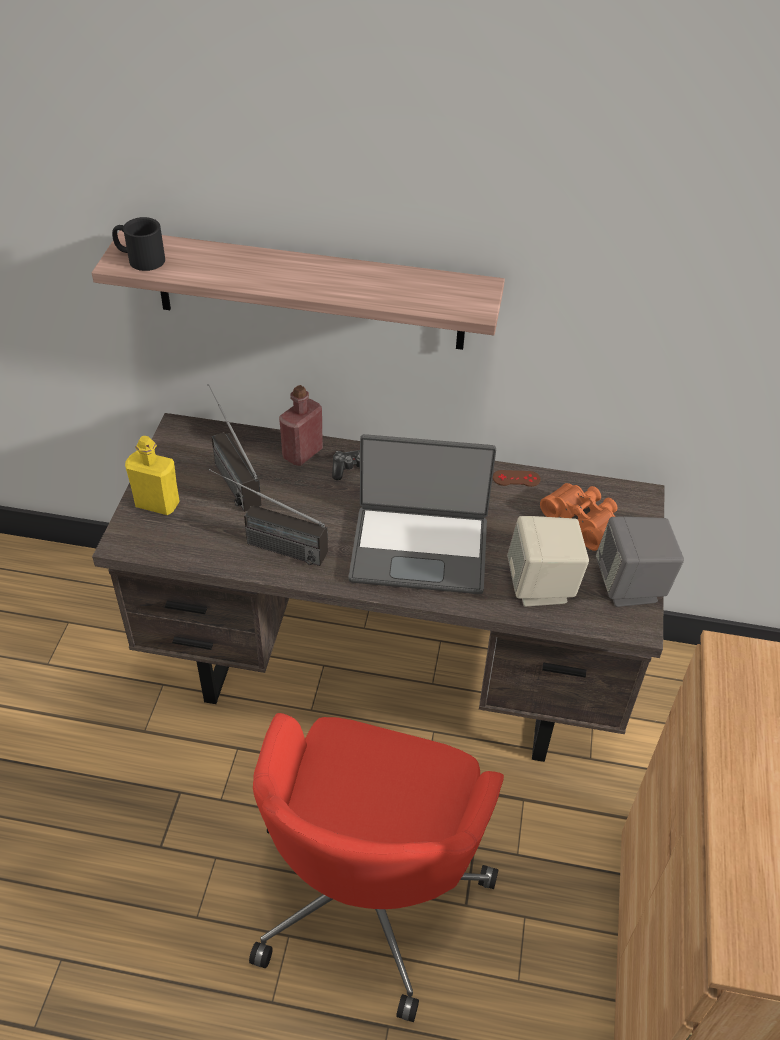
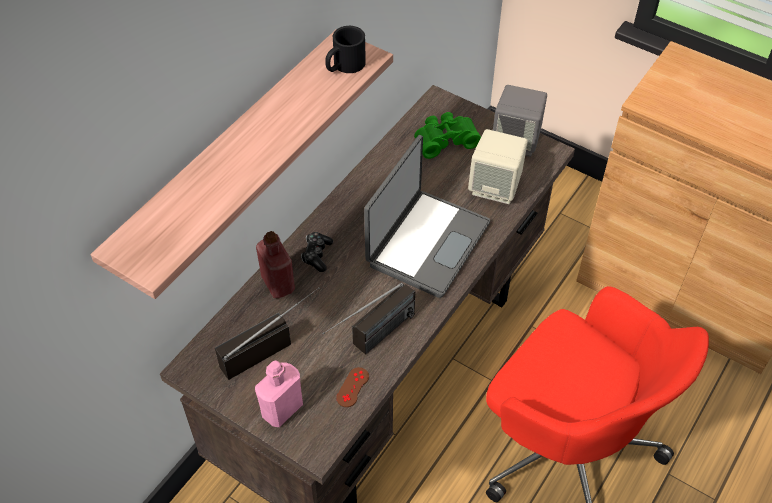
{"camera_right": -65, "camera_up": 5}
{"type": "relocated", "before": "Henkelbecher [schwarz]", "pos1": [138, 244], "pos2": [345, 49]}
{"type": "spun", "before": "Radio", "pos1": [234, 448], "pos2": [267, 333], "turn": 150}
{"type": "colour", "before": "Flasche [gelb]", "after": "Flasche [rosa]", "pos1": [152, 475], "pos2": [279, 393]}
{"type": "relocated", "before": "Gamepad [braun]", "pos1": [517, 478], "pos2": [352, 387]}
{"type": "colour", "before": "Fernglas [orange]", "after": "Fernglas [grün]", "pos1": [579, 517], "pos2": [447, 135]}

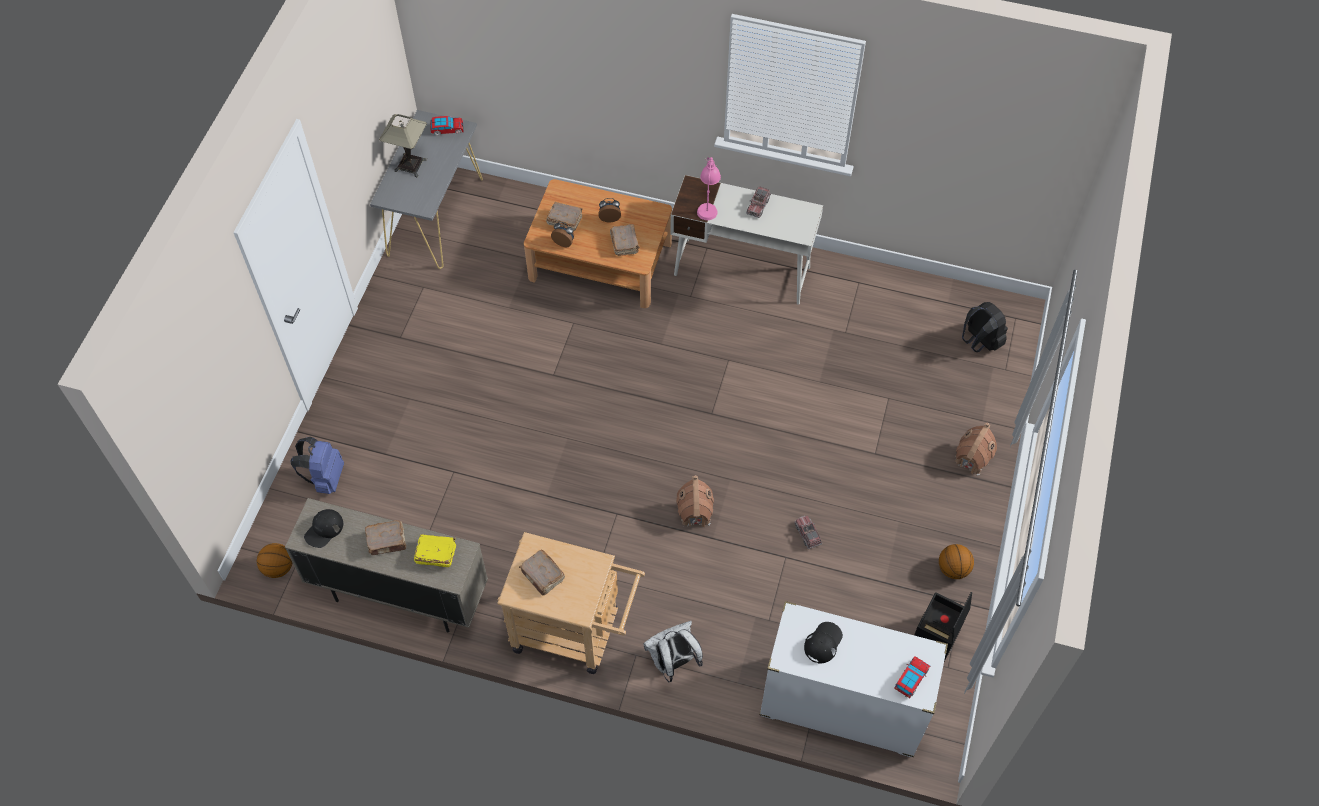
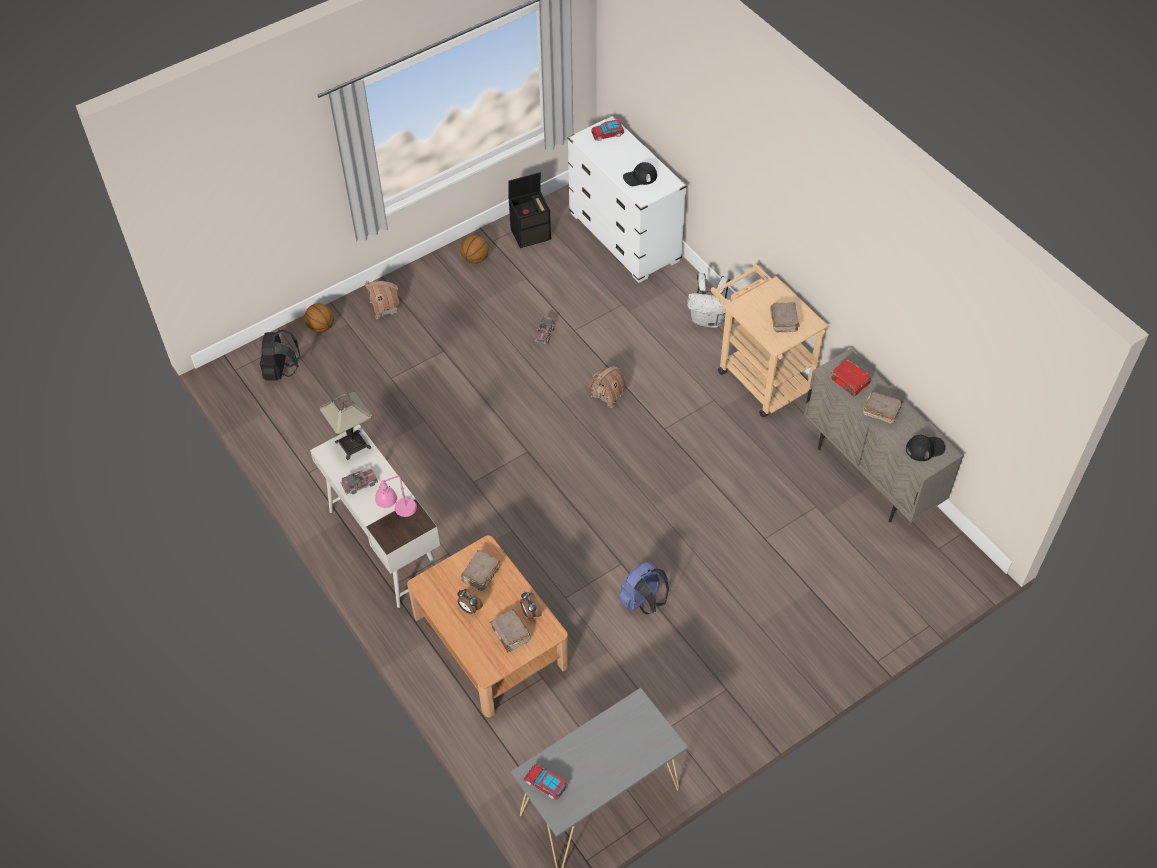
{"camera_right": -140, "camera_up": -5}
{"type": "relocated", "before": "Tischlampe", "pos1": [403, 145], "pos2": [345, 425]}
{"type": "relocated", "before": "Rucksack [blau]", "pos1": [317, 465], "pos2": [644, 587]}
{"type": "colour", "before": "Buch [gelb]", "after": "Buch [rot]", "pos1": [435, 550], "pos2": [851, 378]}
{"type": "relocated", "before": "Basketball", "pos1": [275, 560], "pos2": [319, 318]}

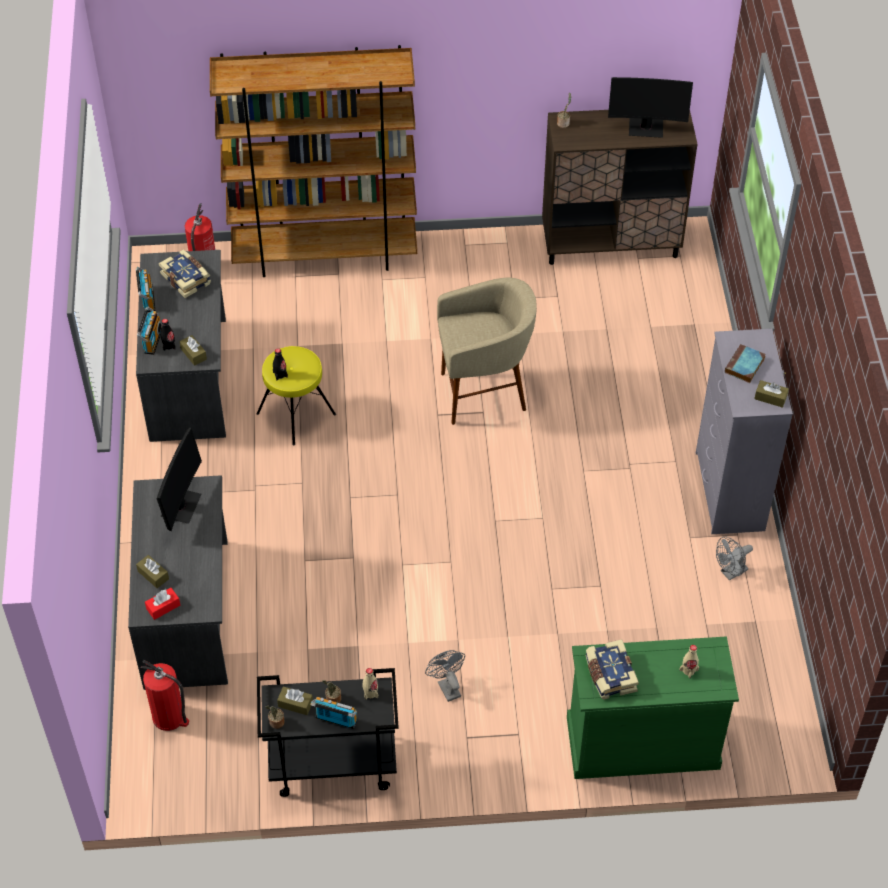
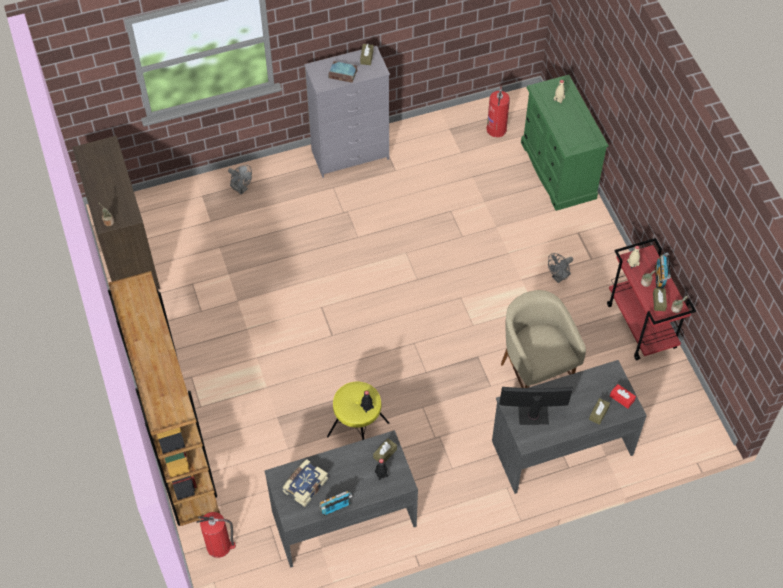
{"camera_right": -105, "camera_up": 5}
{"type": "missing", "before": "Monitor", "pos1": [650, 107]}
{"type": "relocated", "before": "Hocker [beige]", "pos1": [487, 351], "pos2": [543, 339]}
{"type": "missing", "before": "Radio", "pos1": [149, 331]}
{"type": "relocated", "before": "Ventilator [grau]", "pos1": [734, 558], "pos2": [240, 179]}
{"type": "missing", "before": "Buch", "pos1": [612, 669]}
{"type": "relocated", "before": "Feuerlöscher", "pos1": [165, 695], "pos2": [498, 111]}
{"type": "colour", "before": "Rollwagen [schwarz]", "after": "Rollwagen [rot]", "pos1": [328, 732], "pos2": [651, 299]}

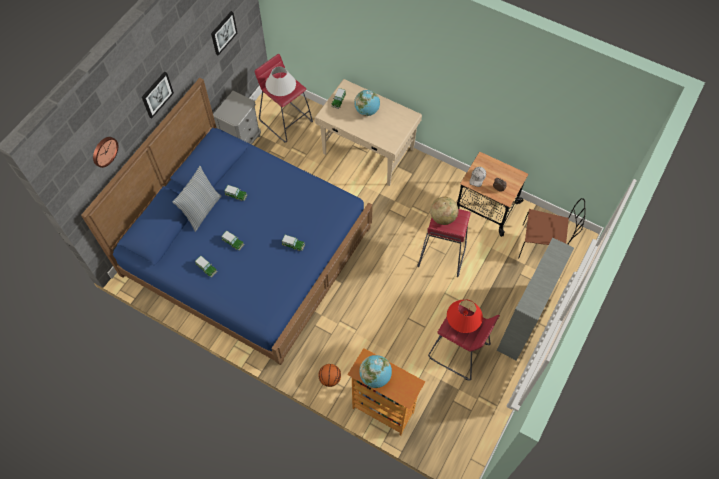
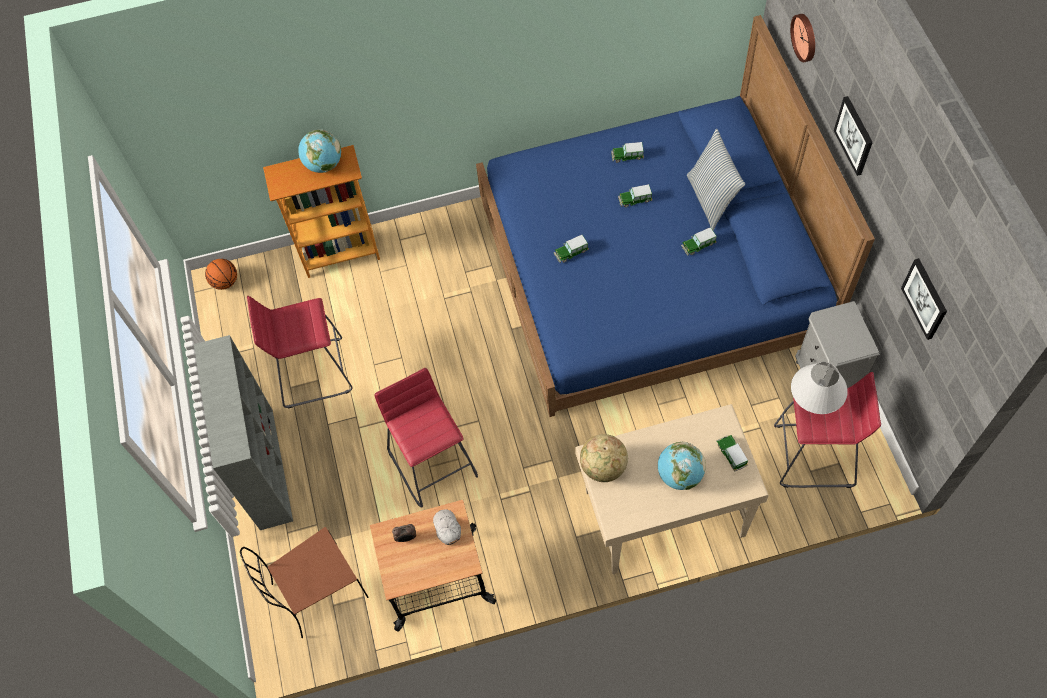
{"camera_right": 140, "camera_up": 0}
{"type": "relocated", "before": "Globus", "pos1": [444, 211], "pos2": [604, 458]}
{"type": "missing", "before": "Tischlampe [rot]", "pos1": [465, 316]}
{"type": "relocated", "before": "Basketball", "pos1": [329, 375], "pos2": [221, 274]}

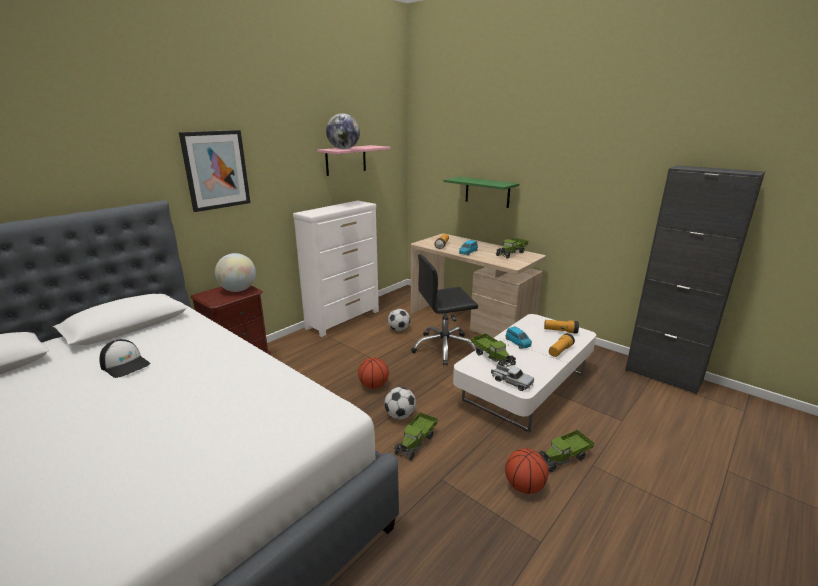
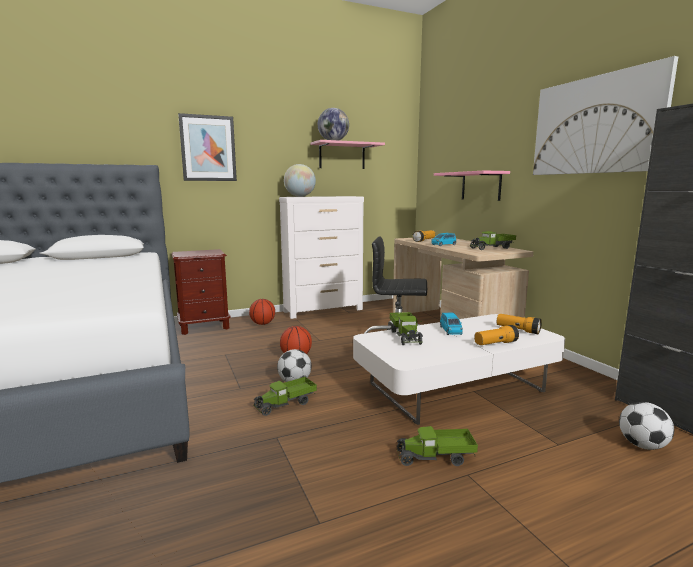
{"camera_right": 25, "camera_up": -10}
{"type": "colour", "before": "Wandregal [grün]", "after": "Wandregal [rosa]", "pos1": [481, 192], "pos2": [472, 186]}
{"type": "relocated", "before": "Globus", "pos1": [235, 272], "pos2": [300, 180]}
{"type": "relocated", "before": "Fußball", "pos1": [399, 320], "pos2": [646, 426]}
{"type": "missing", "before": "Kappe", "pos1": [124, 358]}
{"type": "missing", "before": "Spielzeuglaster", "pos1": [512, 377]}
{"type": "relocated", "before": "Basketball", "pos1": [526, 471], "pos2": [262, 312]}
{"type": "appeared", "after": "Bild", "pos2": [605, 115]}

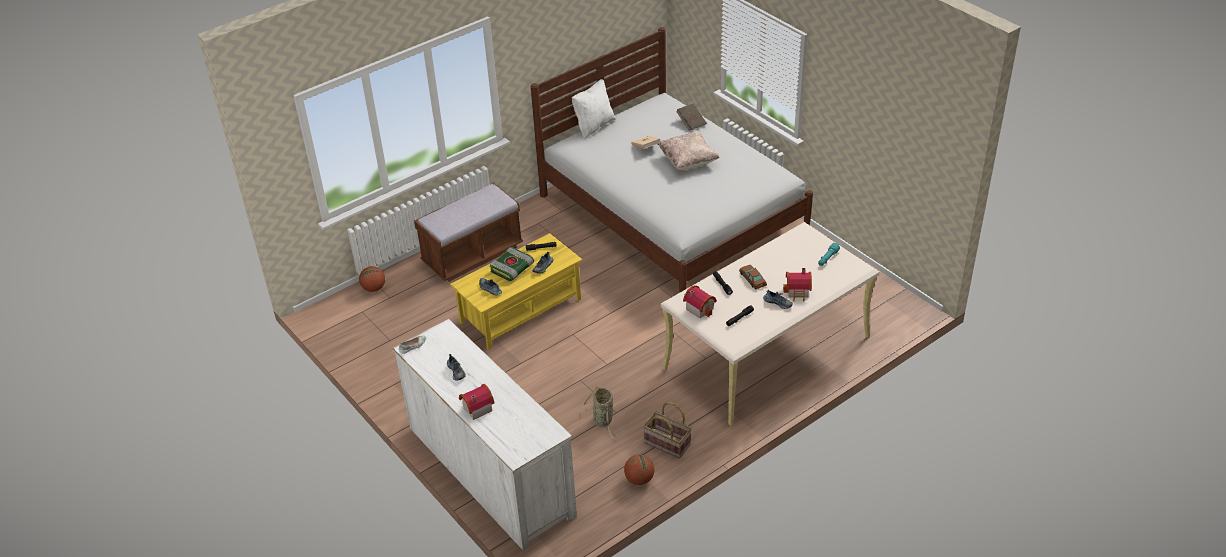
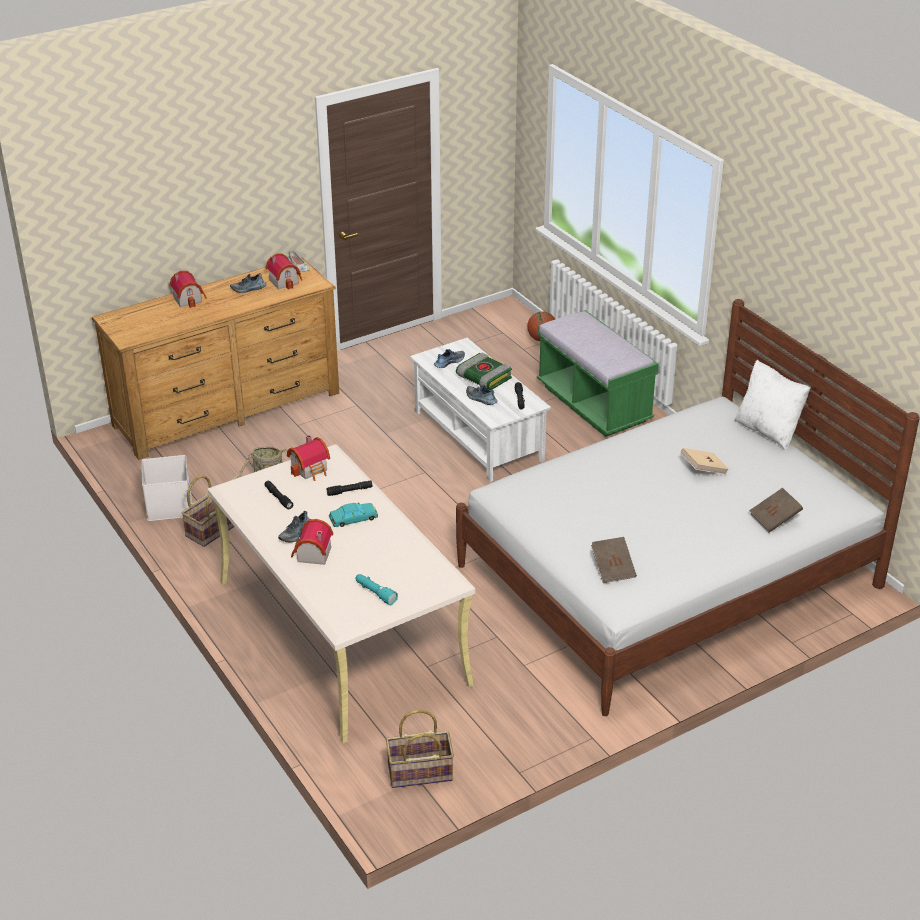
{"camera_right": 95, "camera_up": -5}
{"type": "missing", "before": "Kissen [beige]", "pos1": [688, 150]}
{"type": "colour", "before": "Bank [braun]", "after": "Bank [grün]", "pos1": [468, 232], "pos2": [597, 373]}
{"type": "colour", "before": "Couchtisch [gelb]", "after": "Couchtisch [weiß]", "pos1": [516, 291], "pos2": [480, 410]}
{"type": "colour", "before": "Spielzeugauto [braun]", "after": "Spielzeugauto [türkis]", "pos1": [753, 277], "pos2": [353, 514]}
{"type": "colour", "before": "Kommode [weiß]", "after": "Kommode [braun]", "pos1": [484, 434], "pos2": [215, 358]}
{"type": "exchanged", "before": "Basketball", "after": "Aufbewahrungsbox [weiß]", "pos1": [639, 469], "pos2": [167, 488]}
{"type": "appeared", "after": "Spielzeughaus", "pos2": [284, 272]}
{"type": "appeared", "after": "Buch [braun]", "pos2": [614, 560]}
{"type": "appeared", "after": "Korb", "pos2": [420, 748]}

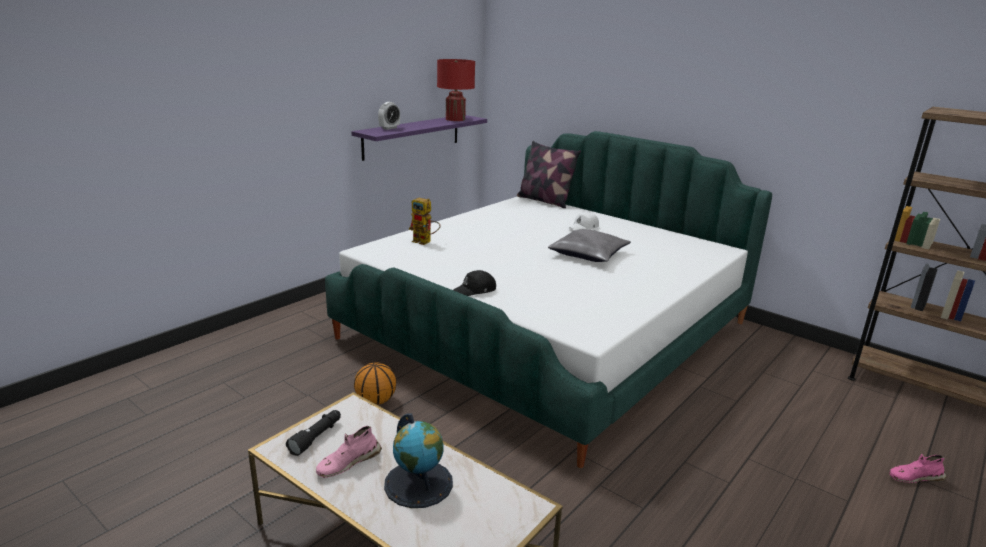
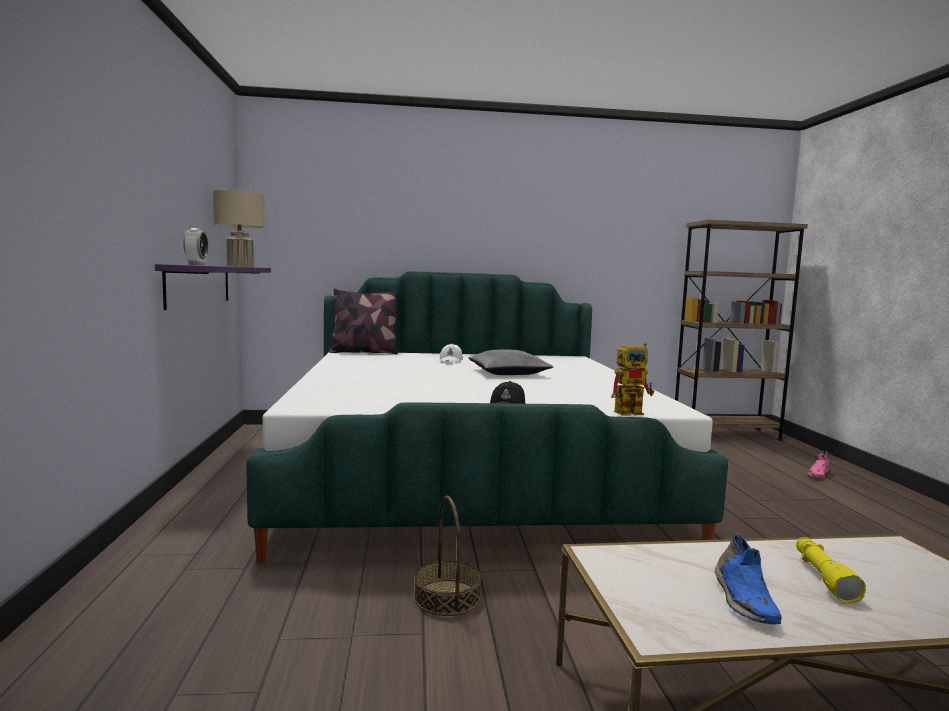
{"camera_right": -45, "camera_up": -15}
{"type": "colour", "before": "Tischlampe [rot]", "after": "Tischlampe [beige]", "pos1": [456, 90], "pos2": [239, 228]}
{"type": "relocated", "before": "Spielzeugroboter", "pos1": [425, 221], "pos2": [632, 379]}
{"type": "exchanged", "before": "Basketball", "after": "Korb", "pos1": [375, 383], "pos2": [447, 556]}
{"type": "missing", "before": "Taschenlampe [schwarz]", "pos1": [313, 433]}
{"type": "exchanged", "before": "Globus", "after": "Taschenlampe [gelb]", "pos1": [418, 460], "pos2": [831, 570]}
{"type": "colour", "before": "Schuh [rosa]", "after": "Schuh [blau]", "pos1": [349, 452], "pos2": [748, 579]}

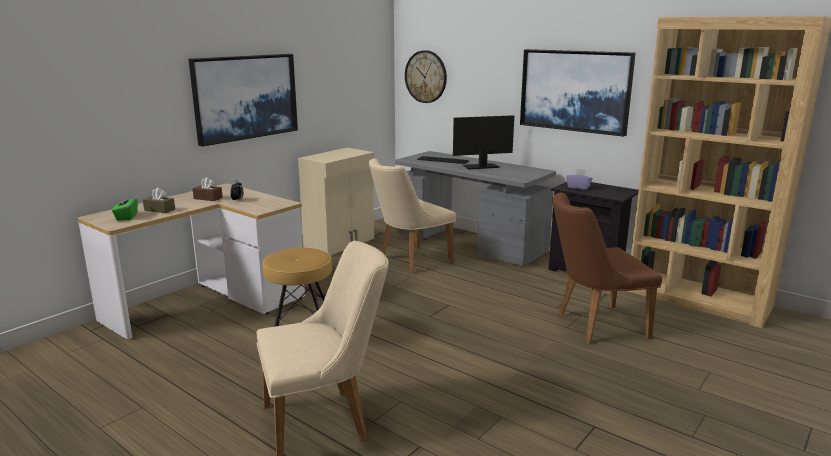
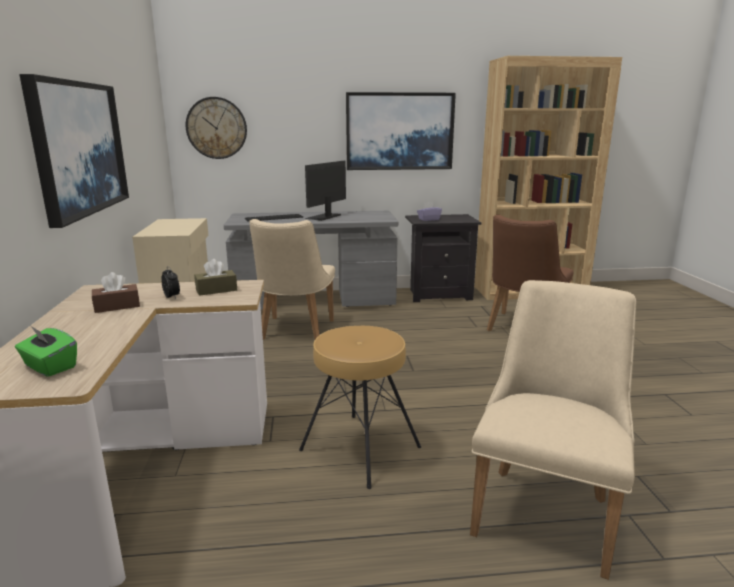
{"camera_right": -45, "camera_up": 0}
{"type": "relocated", "before": "Taschentuchbox [braun]", "pos1": [159, 200], "pos2": [215, 277]}

